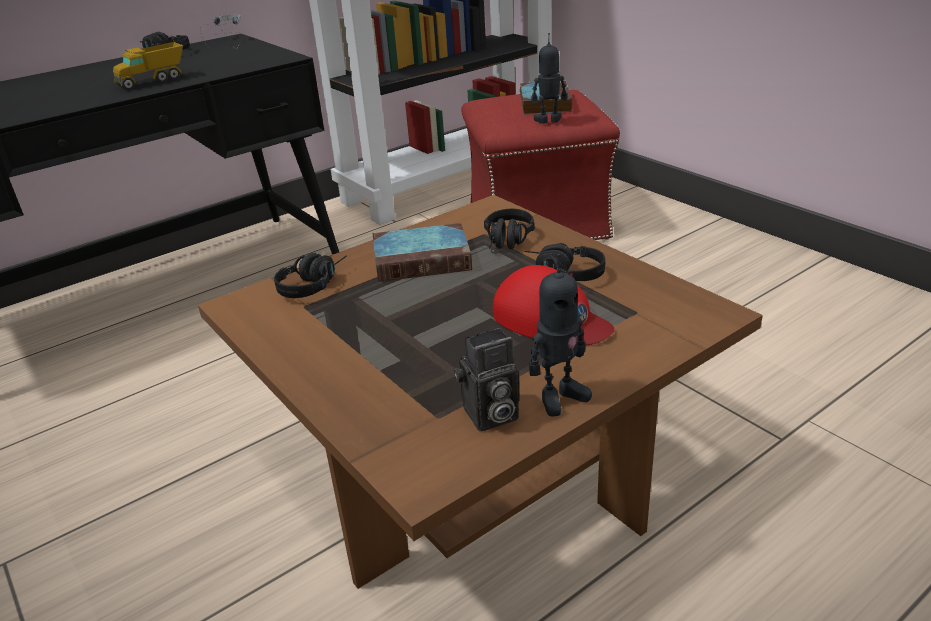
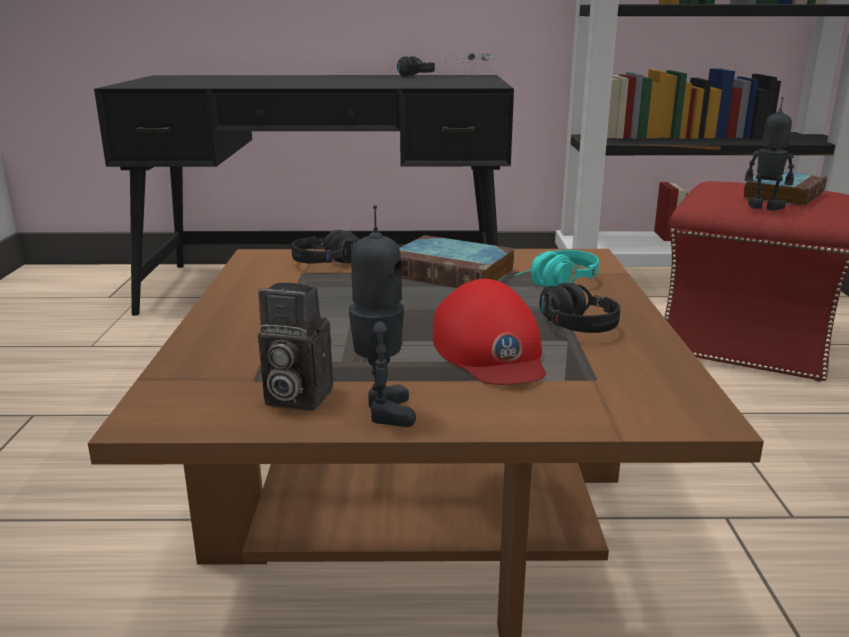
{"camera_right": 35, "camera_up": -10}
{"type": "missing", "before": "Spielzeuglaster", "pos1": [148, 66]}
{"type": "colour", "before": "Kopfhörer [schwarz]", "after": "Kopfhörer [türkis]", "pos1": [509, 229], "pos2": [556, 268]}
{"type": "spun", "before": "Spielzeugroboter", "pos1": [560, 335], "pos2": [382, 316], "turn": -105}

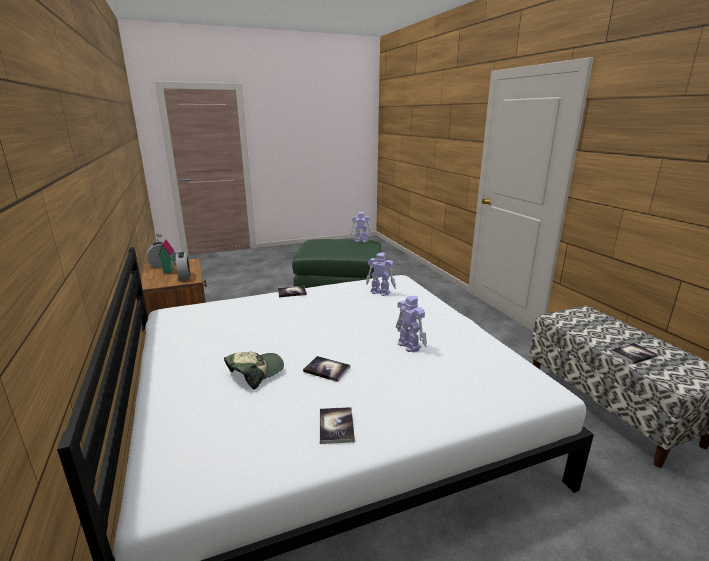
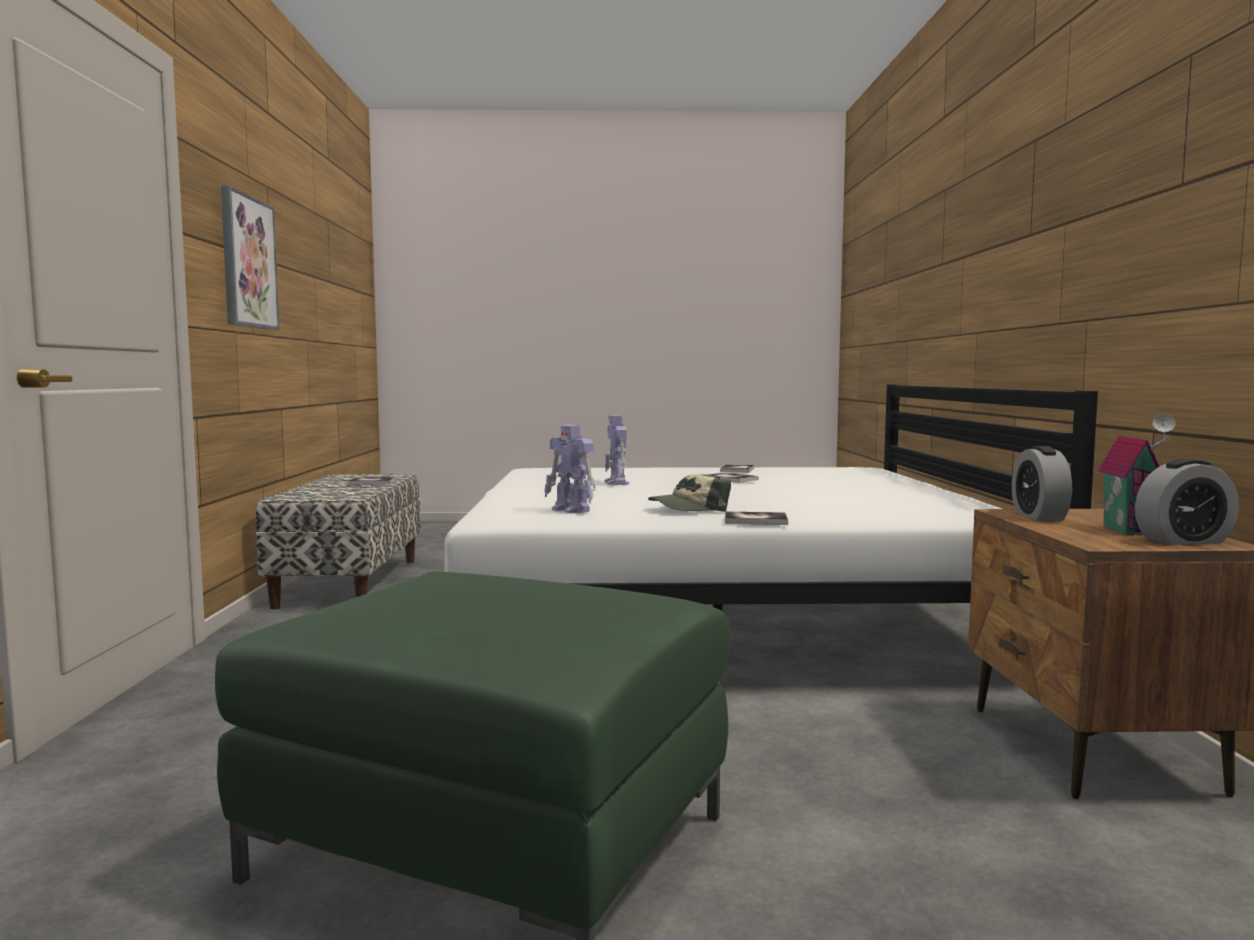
{"camera_right": -160, "camera_up": -15}
{"type": "missing", "before": "Spielzeugroboter", "pos1": [361, 227]}
{"type": "relocated", "before": "Kappe", "pos1": [254, 371], "pos2": [689, 493]}
{"type": "appeared", "after": "Bild", "pos2": [250, 257]}

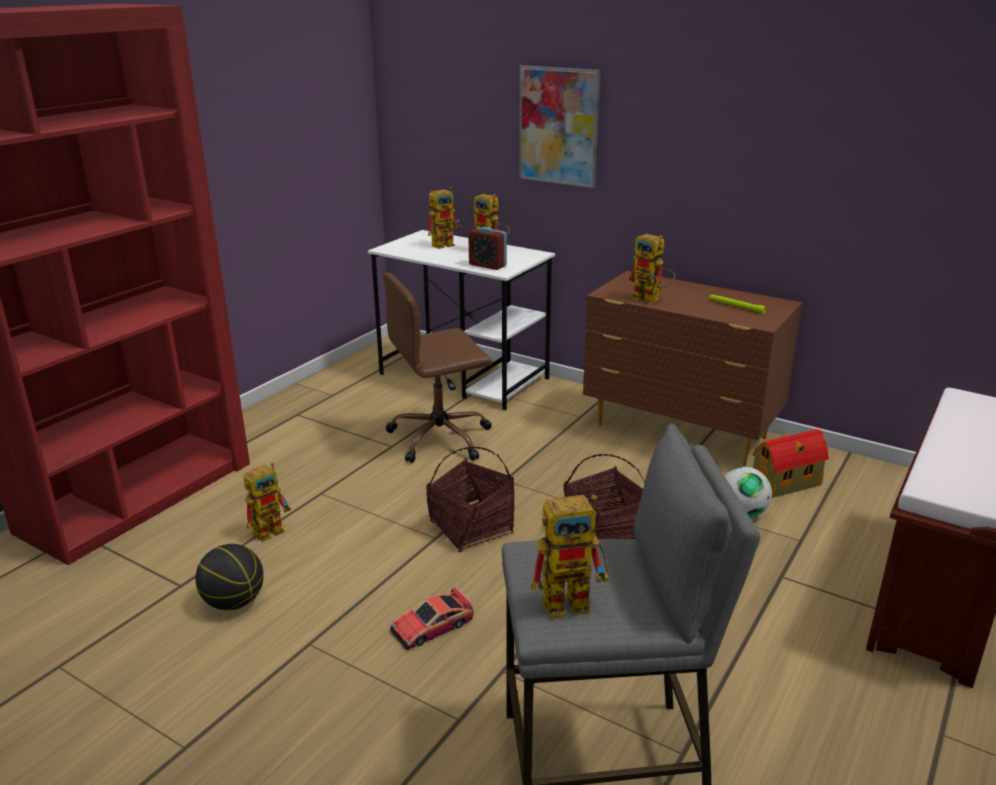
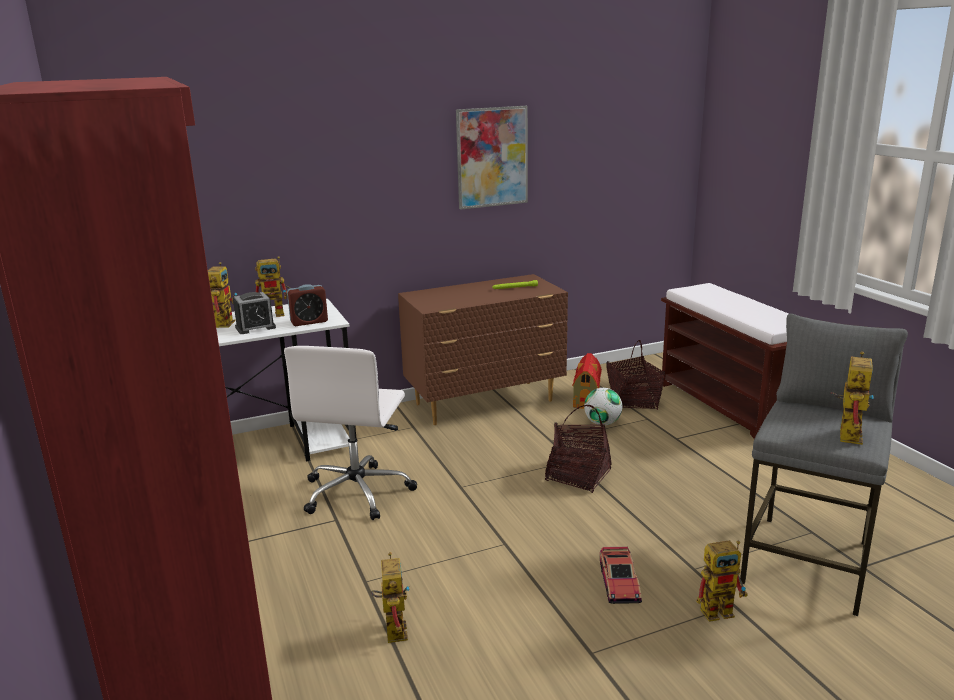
{"camera_right": -55, "camera_up": -5}
{"type": "relocated", "before": "Bild", "pos1": [560, 126], "pos2": [492, 157]}
{"type": "relocated", "before": "Spielzeugroboter", "pos1": [651, 269], "pos2": [722, 581]}
{"type": "colour", "before": "Bürostuhl [braun]", "after": "Bürostuhl [weiß]", "pos1": [437, 367], "pos2": [350, 433]}
{"type": "relocated", "before": "Korb", "pos1": [470, 500], "pos2": [635, 375]}
{"type": "missing", "before": "Basketball", "pos1": [230, 577]}
{"type": "appeared", "after": "Wecker", "pos2": [254, 313]}

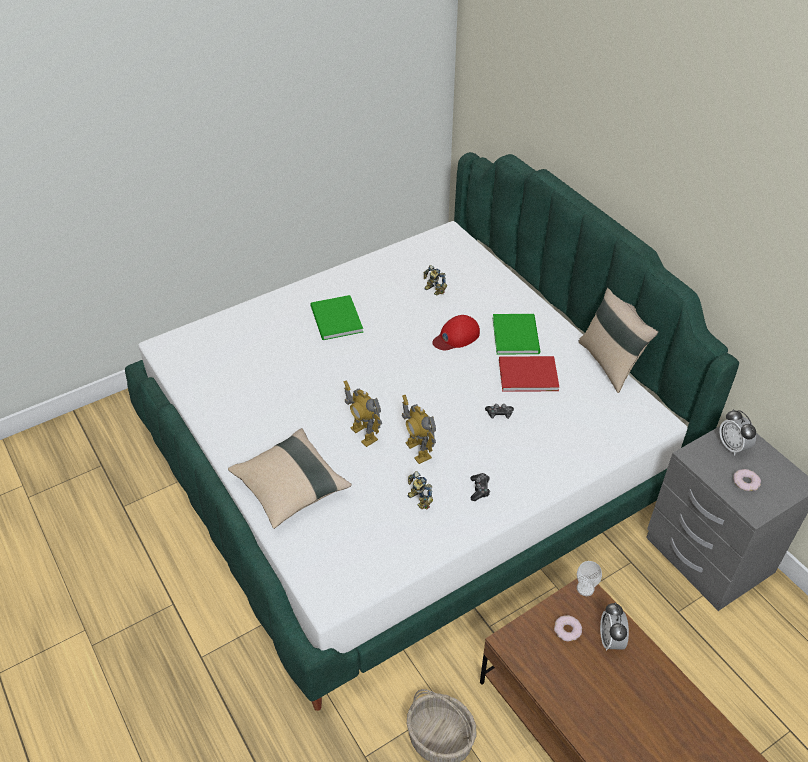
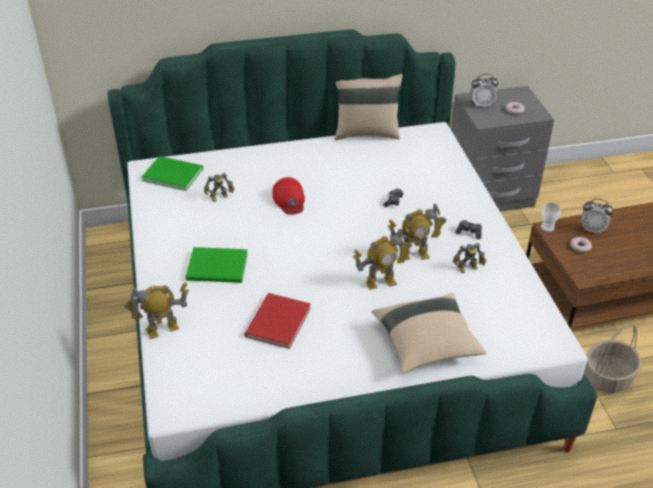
{"camera_right": -70, "camera_up": -5}
{"type": "relocated", "before": "Buch [grün]", "pos1": [516, 334], "pos2": [172, 173]}
{"type": "relocated", "before": "Buch [rot]", "pos1": [529, 374], "pos2": [278, 321]}
{"type": "appeared", "after": "Spielzeugroboter", "pos2": [156, 310]}

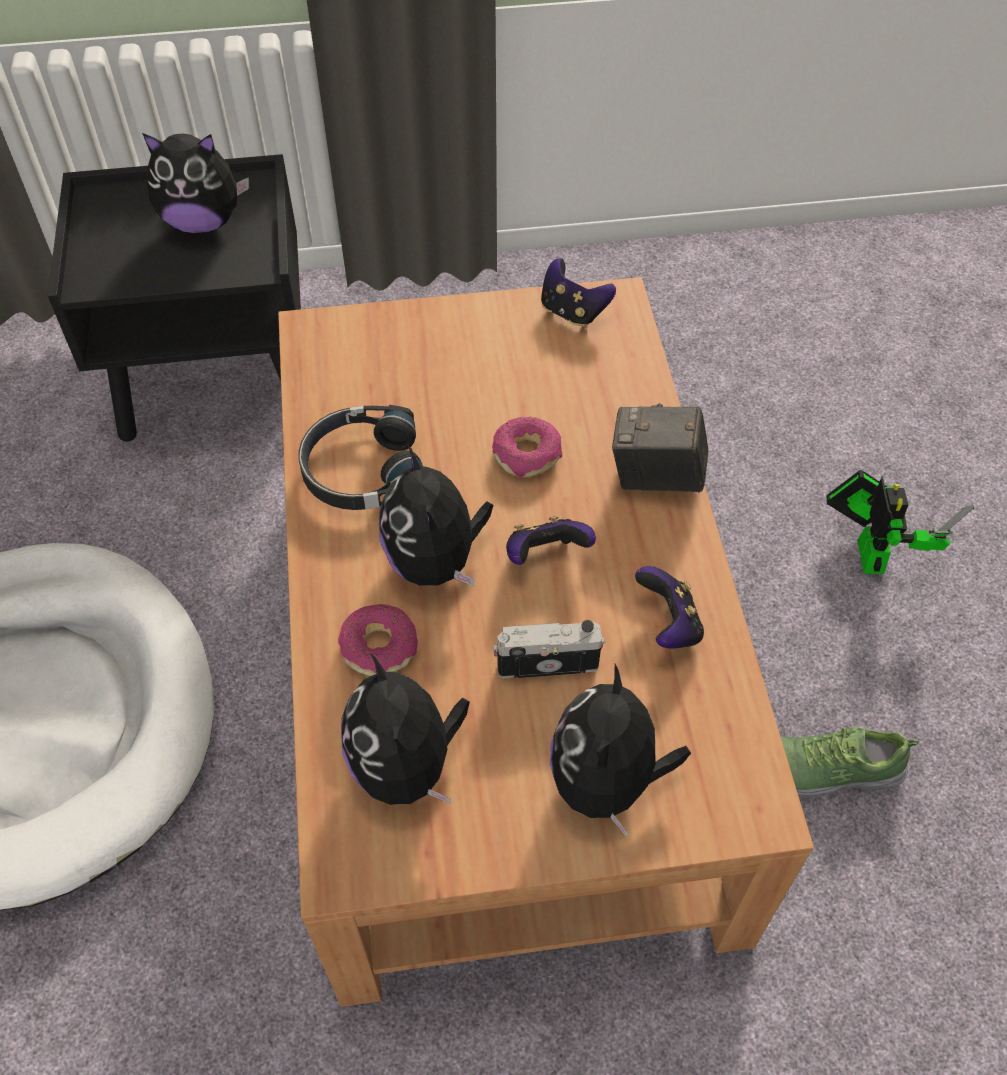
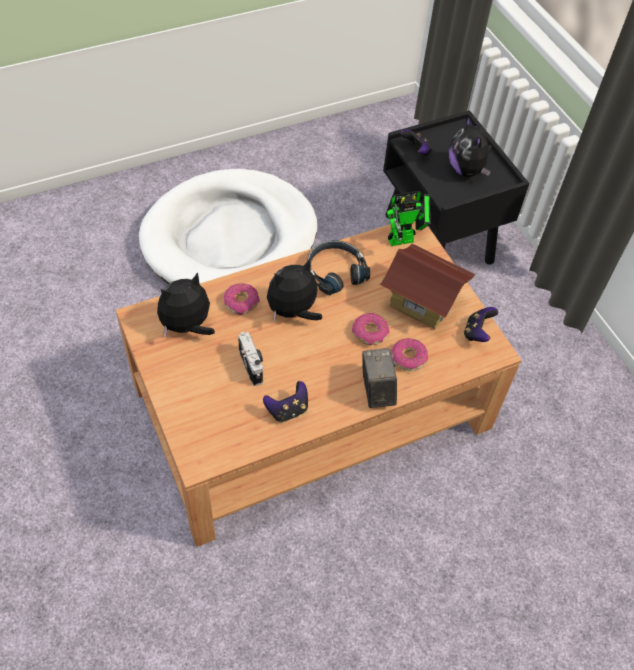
{"camera_right": 70, "camera_up": 0}
{"type": "relocated", "before": "Spielzeugroboter", "pos1": [900, 522], "pos2": [408, 218]}
{"type": "relocated", "before": "Gamepad", "pos1": [551, 540], "pos2": [416, 142]}
{"type": "missing", "before": "Plüschtier", "pos1": [620, 750]}
{"type": "missing", "before": "Schuh", "pos1": [850, 762]}
{"type": "appeared", "after": "Spielzeughaus", "pos2": [427, 286]}
{"type": "appeared", "after": "Donut", "pos2": [409, 354]}

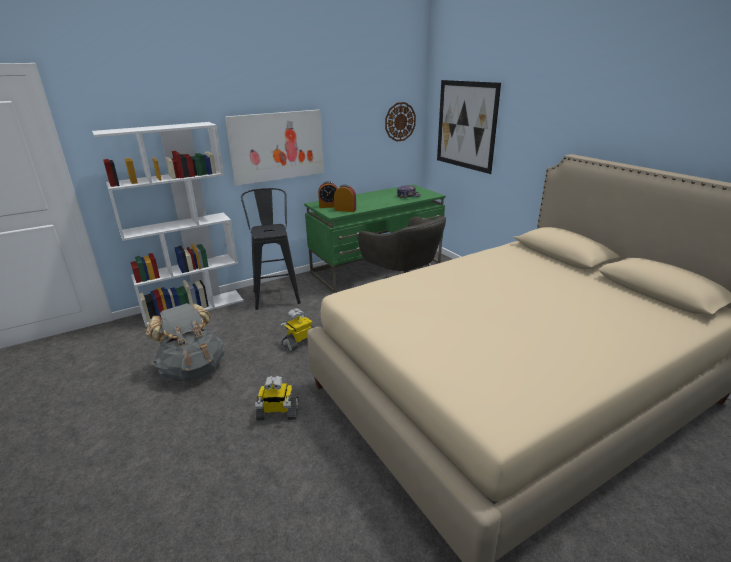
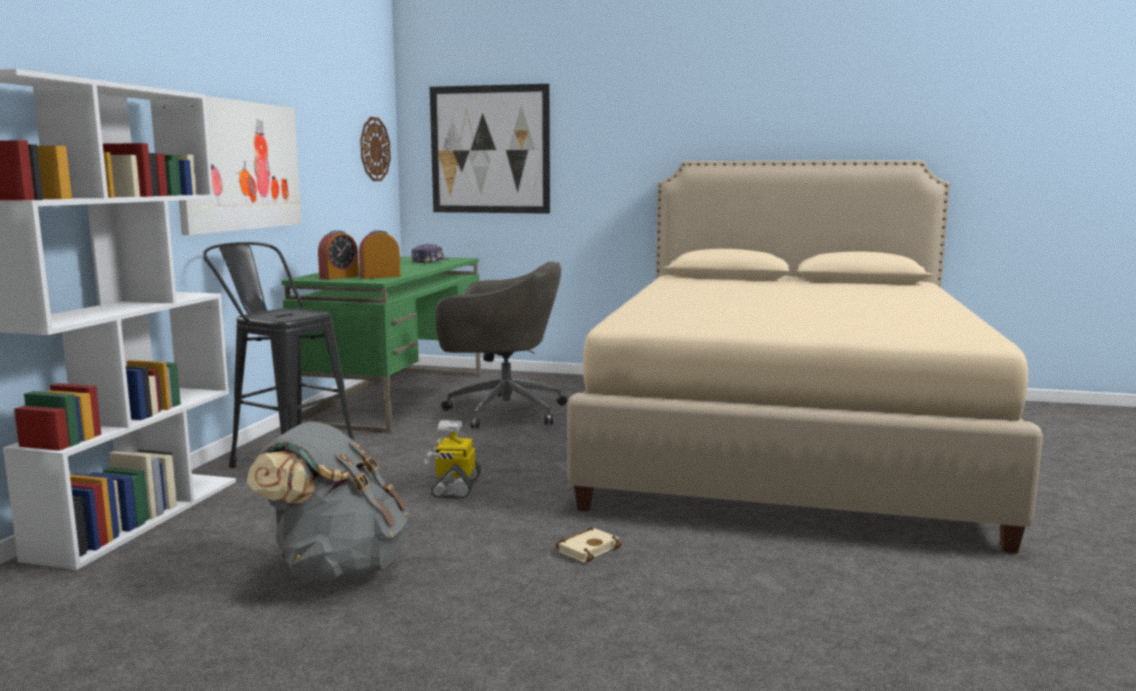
{"camera_right": -45, "camera_up": -15}
{"type": "exchanged", "before": "Spielzeugroboter", "after": "Buch [beige]", "pos1": [277, 398], "pos2": [589, 545]}

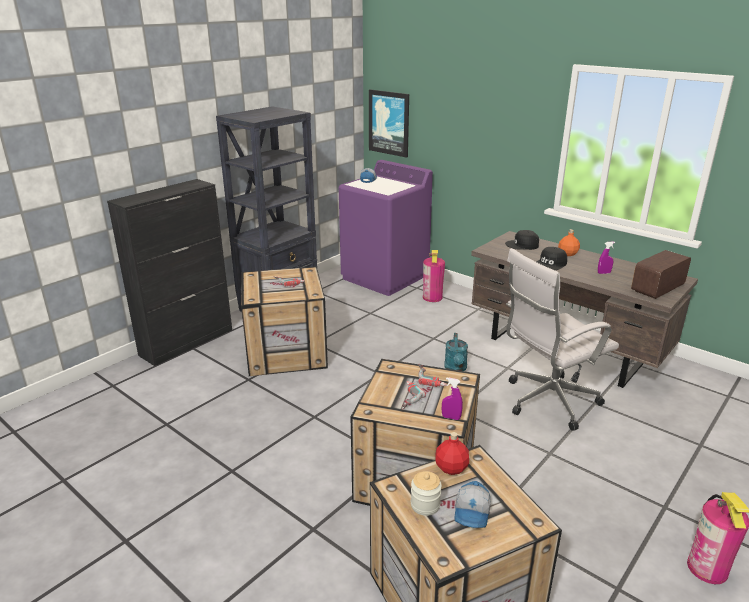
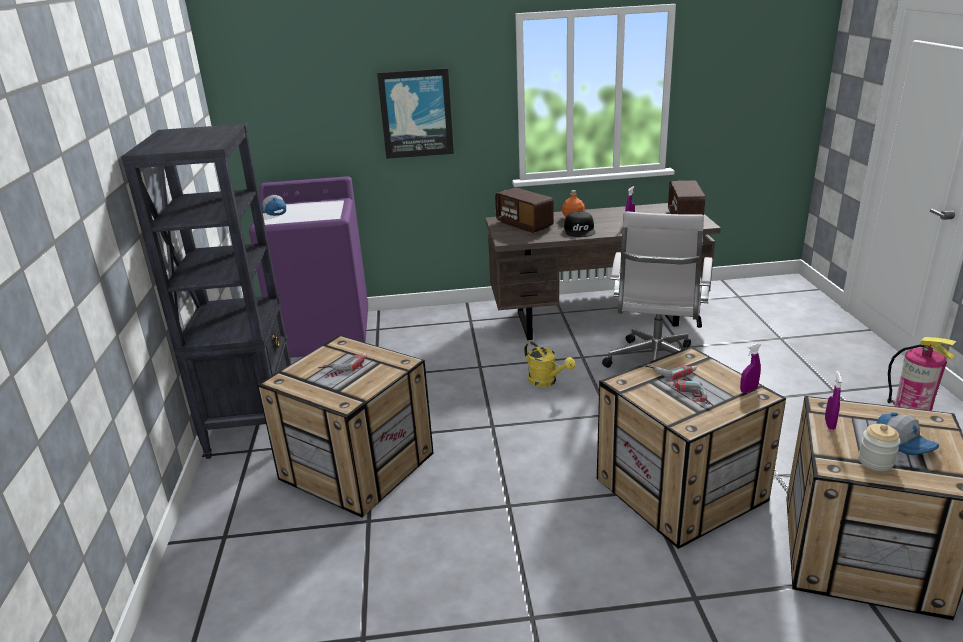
{"camera_right": -45, "camera_up": 0}
{"type": "relocated", "before": "Bild", "pos1": [389, 123], "pos2": [415, 113]}
{"type": "missing", "before": "Schrank [schwarz]", "pos1": [169, 272]}
{"type": "exchanged", "before": "Kappe [schwarz]", "after": "Radio", "pos1": [522, 240], "pos2": [524, 210]}
{"type": "missing", "before": "Feuerlöscher", "pos1": [434, 276]}
{"type": "colour", "before": "Gießkanne [türkis]", "after": "Gießkanne [gelb]", "pos1": [456, 352], "pos2": [549, 364]}
{"type": "exchanged", "before": "Flasche [rot]", "after": "Sprühflasche [lila]", "pos1": [452, 453], "pos2": [833, 400]}

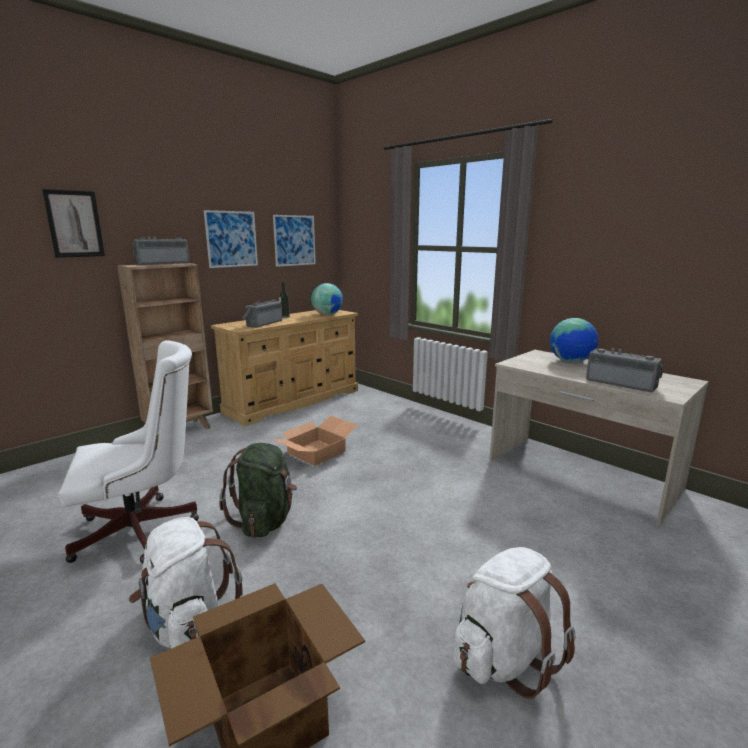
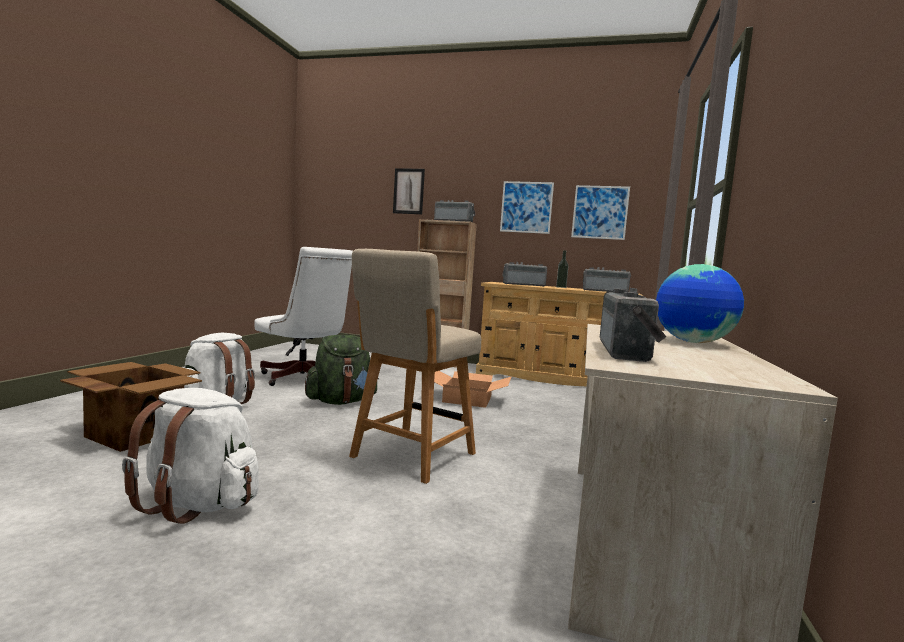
{"camera_right": 60, "camera_up": -10}
{"type": "exchanged", "before": "Globus", "after": "Radio", "pos1": [327, 299], "pos2": [607, 279]}
{"type": "appeared", "after": "Stuhl [beige]", "pos2": [415, 366]}

